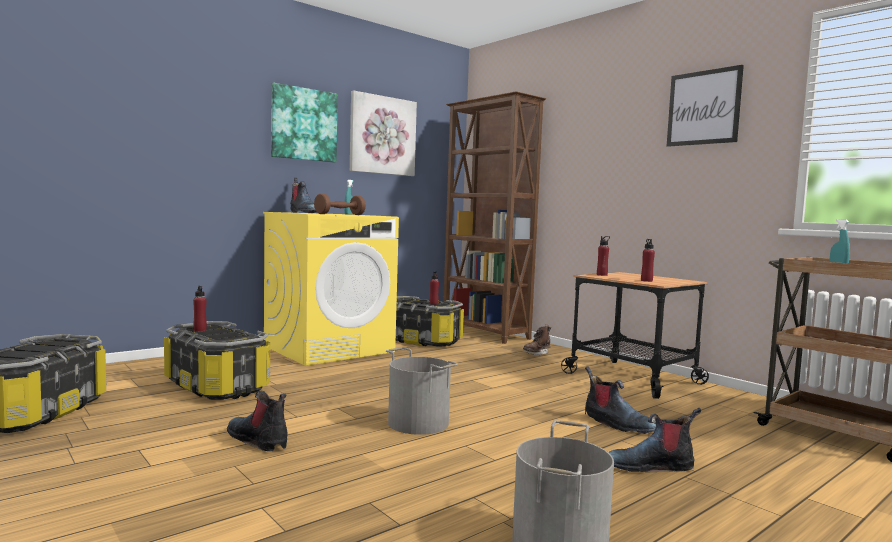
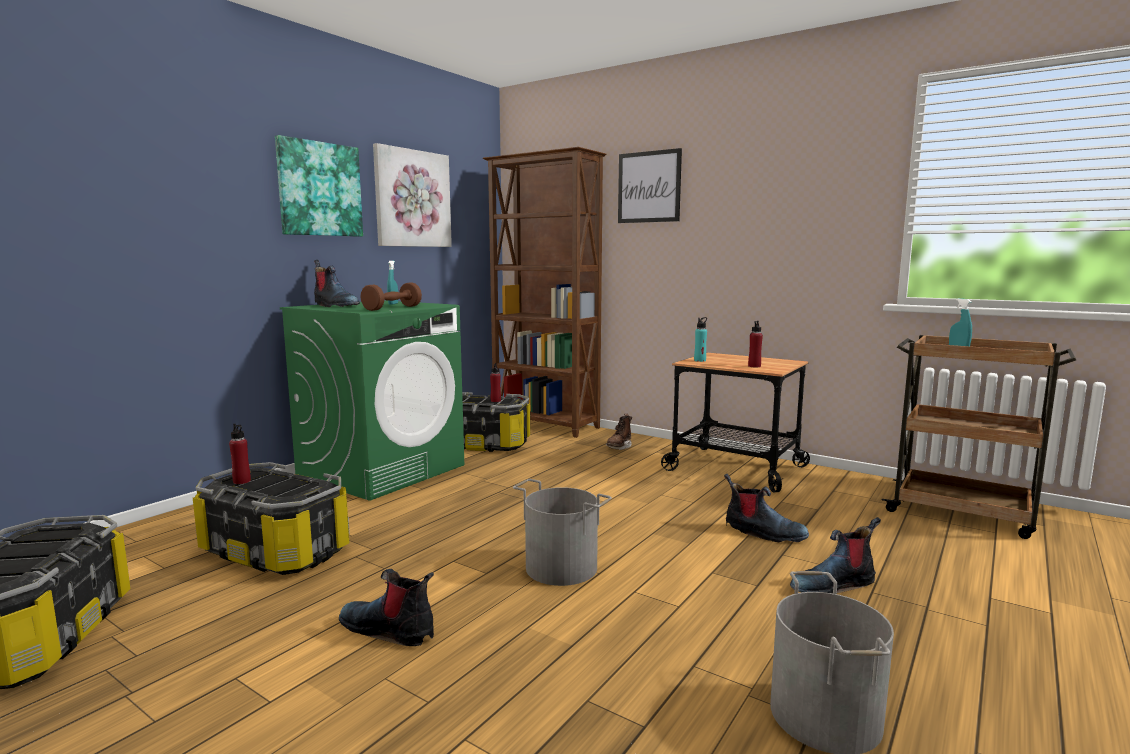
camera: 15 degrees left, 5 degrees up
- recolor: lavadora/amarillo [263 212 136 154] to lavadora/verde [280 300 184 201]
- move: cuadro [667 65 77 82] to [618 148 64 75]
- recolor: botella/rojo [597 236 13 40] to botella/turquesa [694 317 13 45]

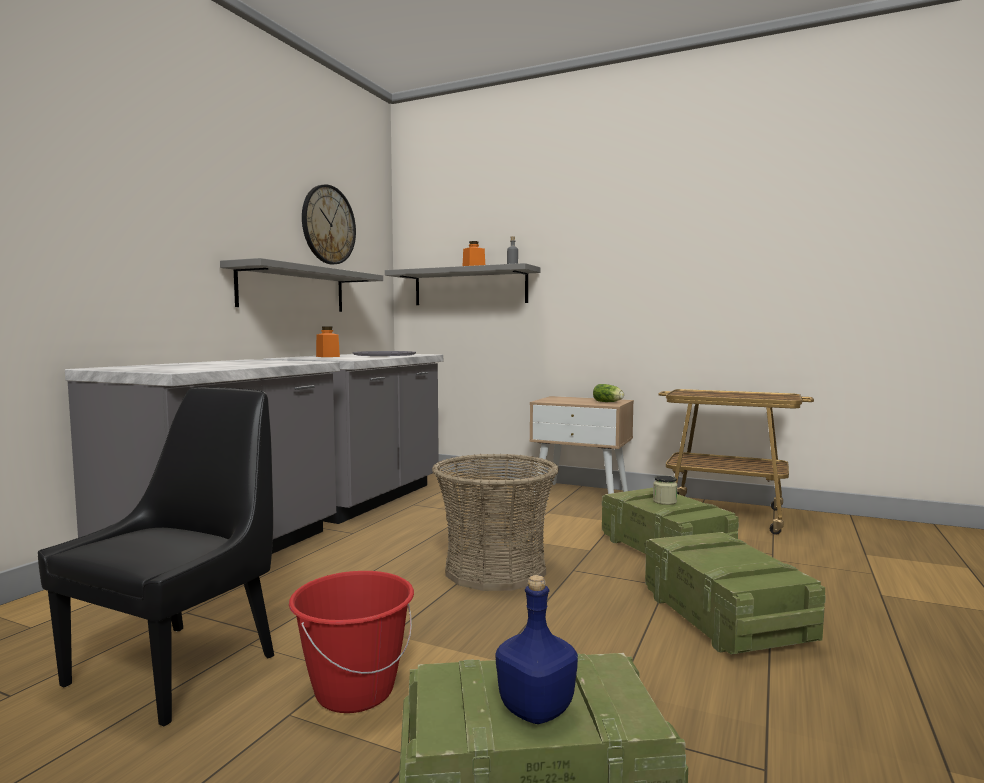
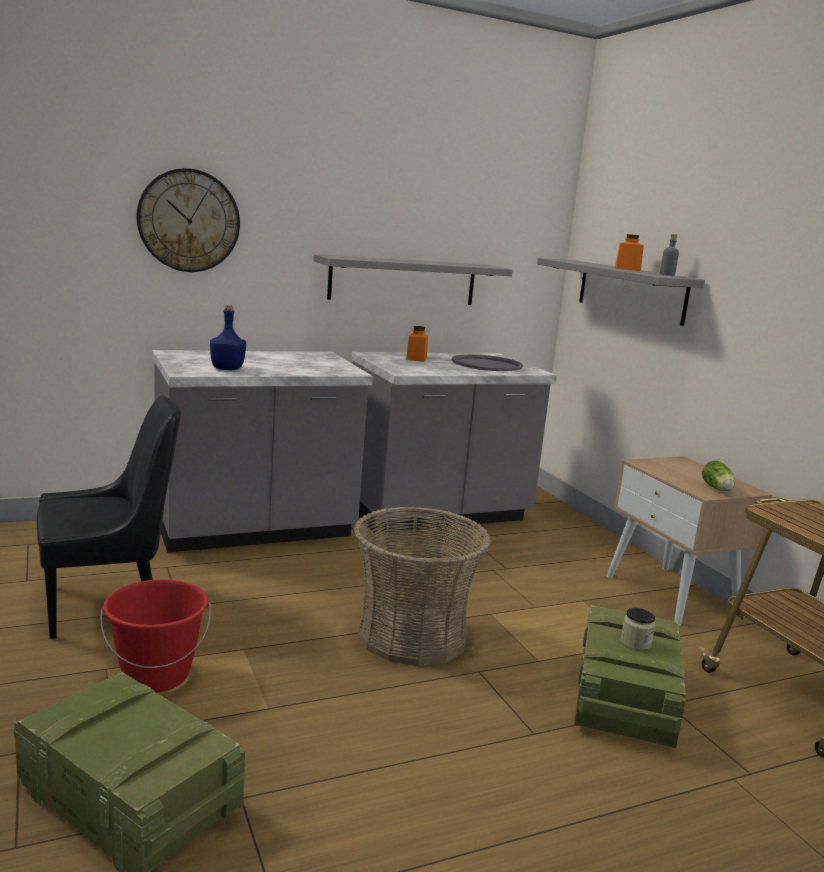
camera: 40 degrees right, 10 degrees up
- move: reloj de pared [302 184 54 80] to [137 168 103 104]
- move: botella/azul [496 575 82 149] to [210 305 36 65]
- delete: caja de embalaje [645 532 181 122]

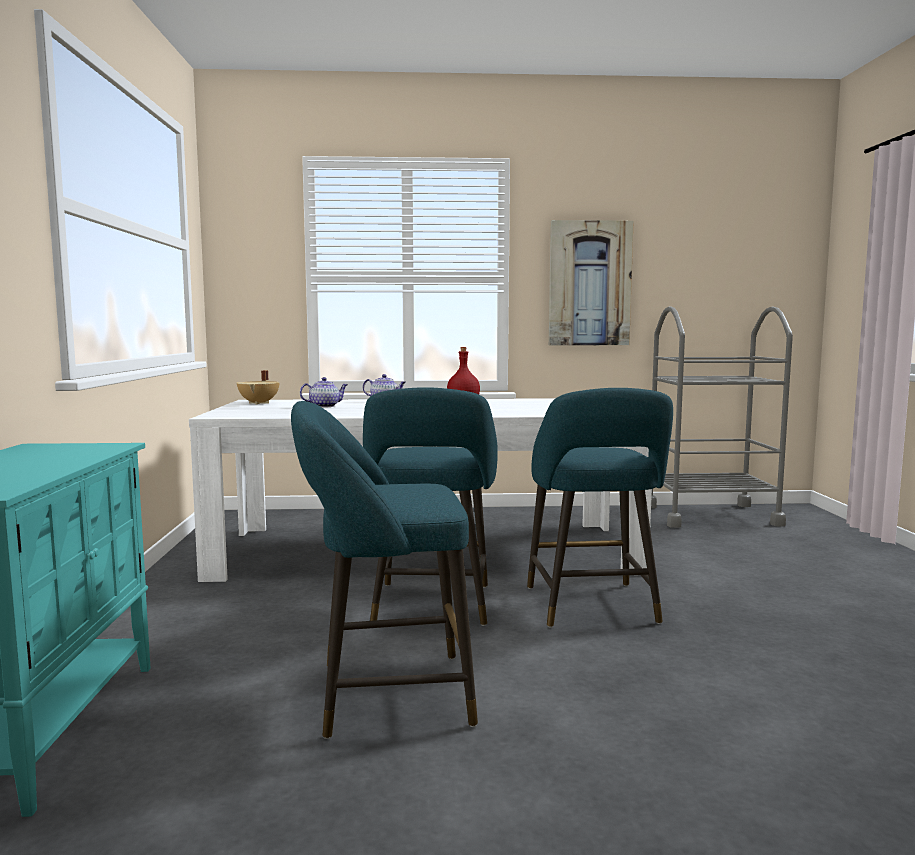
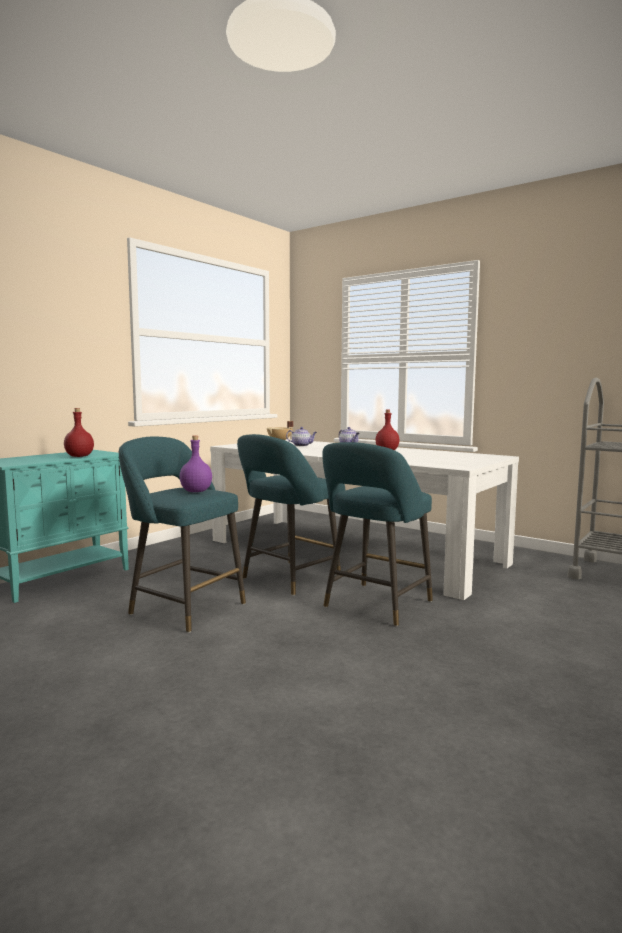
camera: 40 degrees right, 0 degrees up
- insert: botella/rojo [64 408 30 49]
- insert: botella/morado [179 435 33 57]
- delete: cuadro [549 220 85 125]

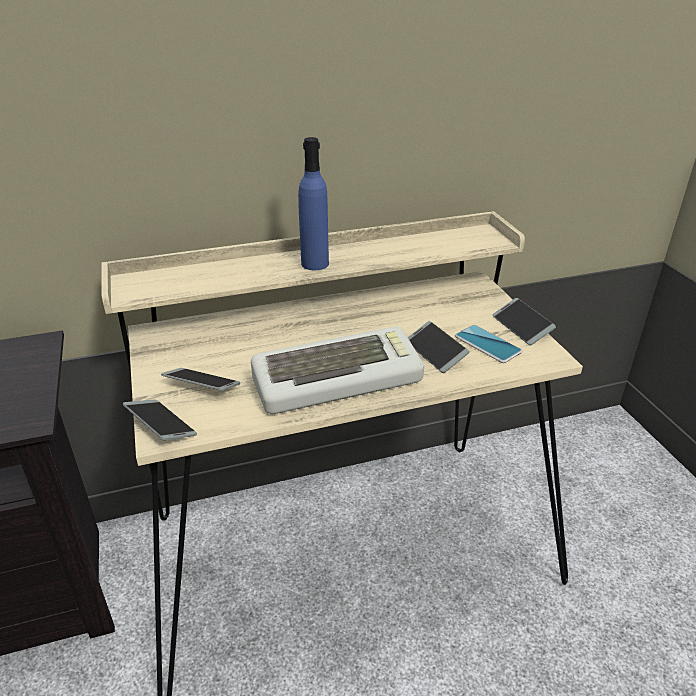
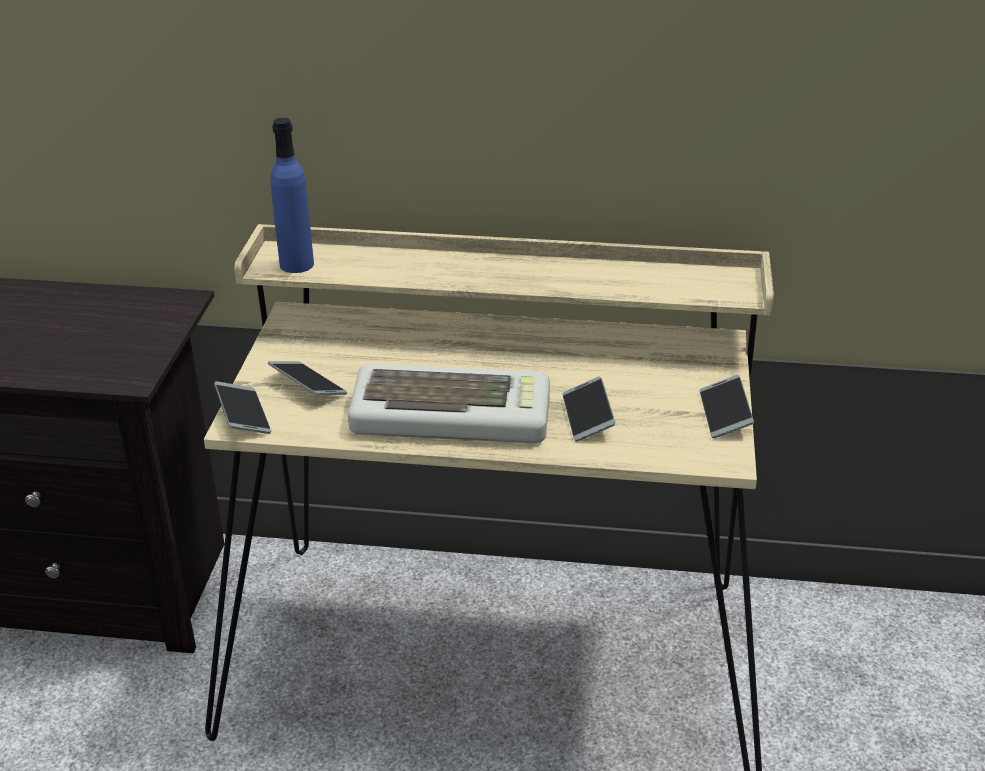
camera: 25 degrees right, 0 degrees up
- move: botella/azul [298 137 31 133] to [270 118 44 155]
- delete: móvil [455 325 67 38]

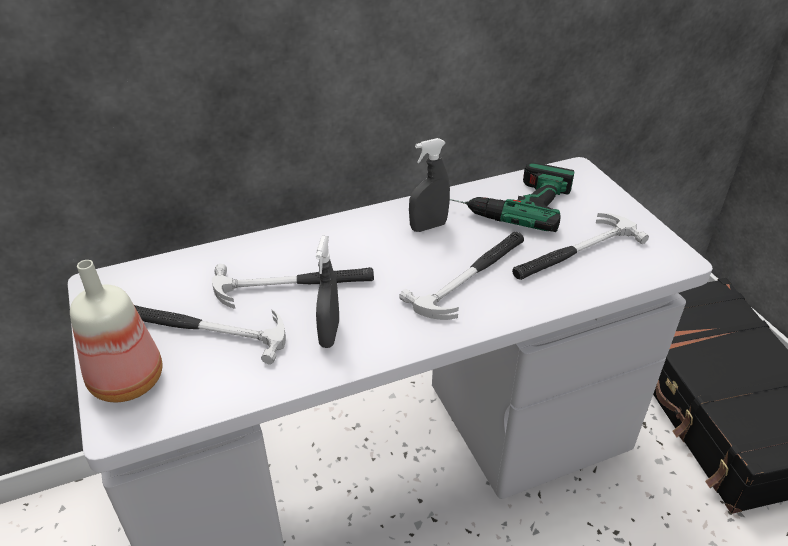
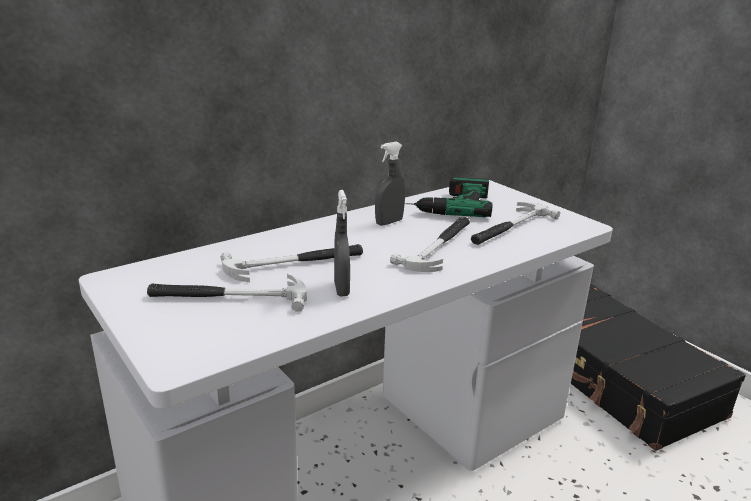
camera: 15 degrees left, 15 degrees down
- delete: botella [70 260 92 142]

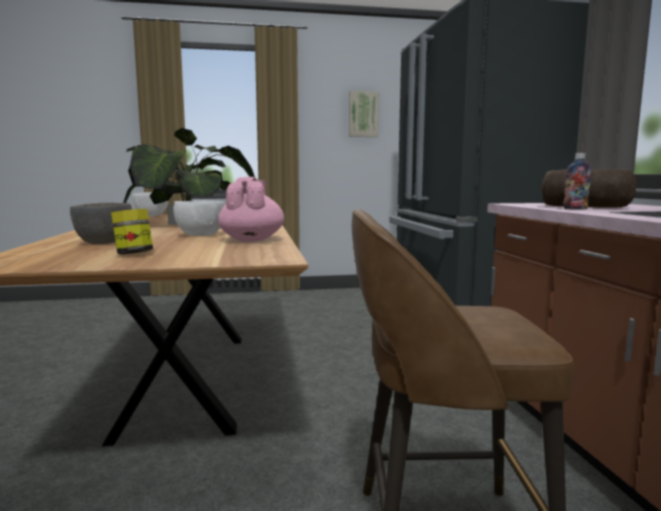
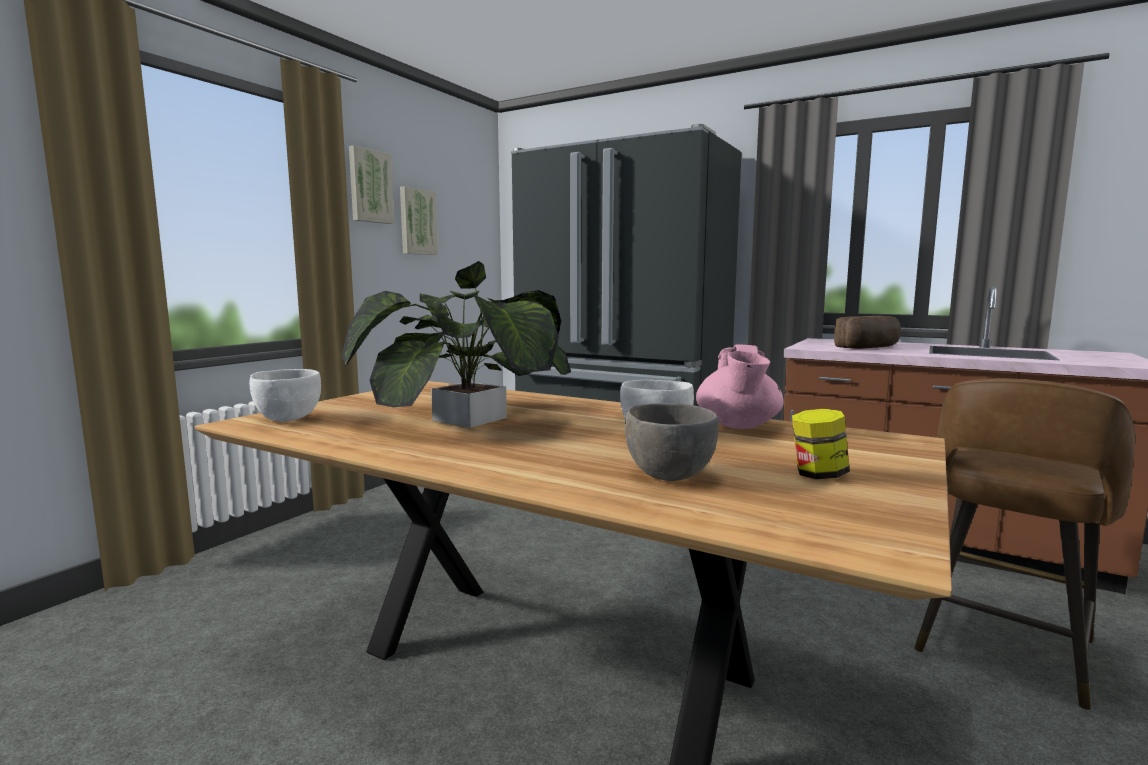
camera: 50 degrees left, 0 degrees up
- insert: cuadro [349 146 45 78]
- rotate: tetera/rosa [218 177 66 65] = [696 344 87 85] 120 degrees counterclockwise
- delete: botella [564 153 27 57]

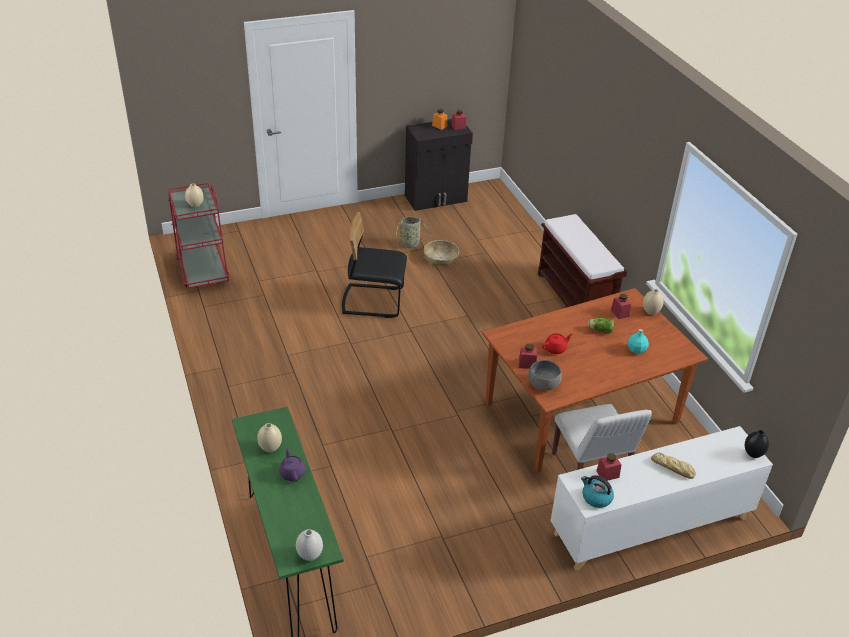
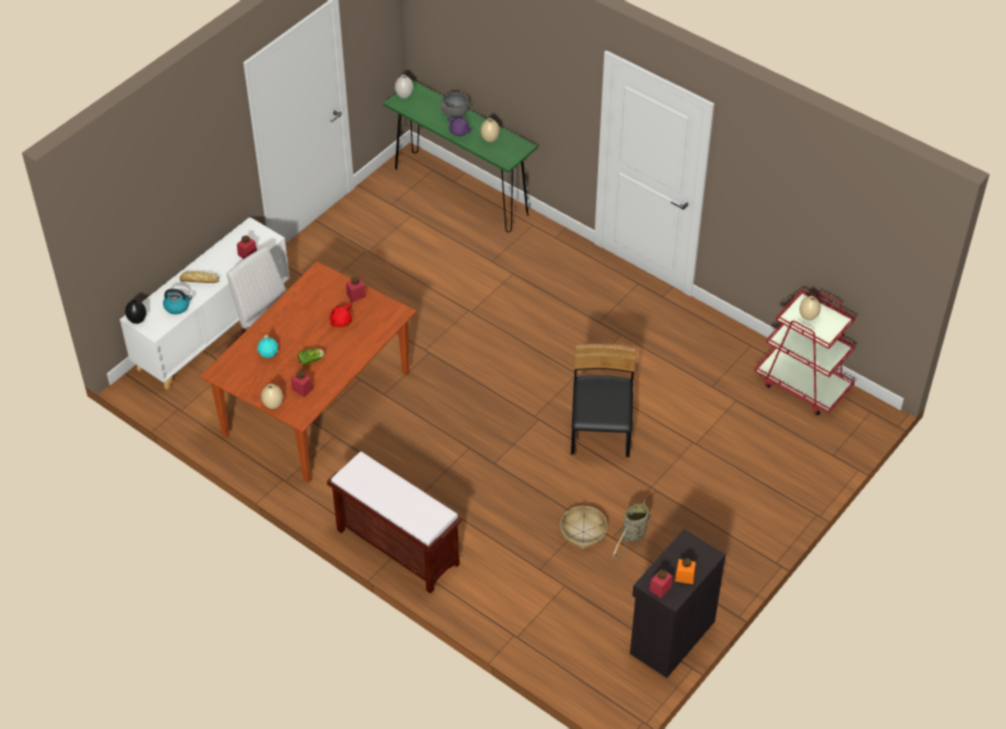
camera: 150 degrees right, 10 degrees up
- move: hervidor [581 475 33 33] to [163 289 29 25]
- move: cuenco/gris [528 360 34 31] to [441 92 28 26]
- rotate: silla/negro [342 212 65 106] = [571 344 65 113] 60 degrees counterclockwise

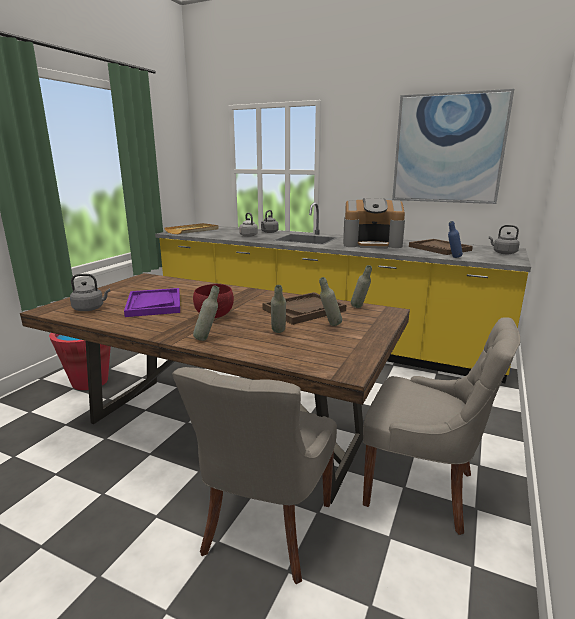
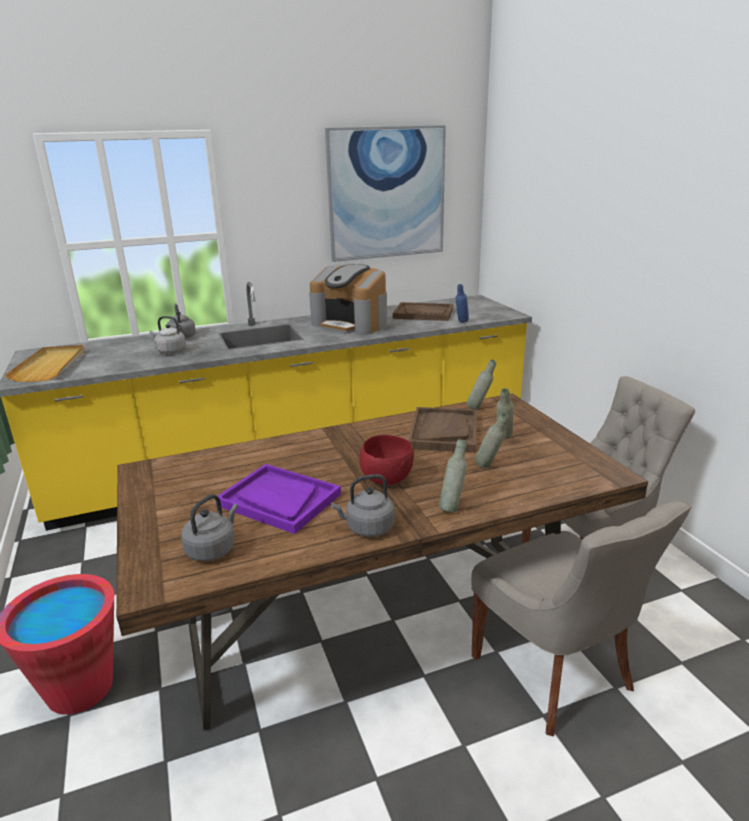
camera: 45 degrees left, 5 degrees up
- rotate: cafetera [343 198 62 50] = [309 264 78 71] 75 degrees clockwise
- move: hervidor/gris [489 225 31 29] to [331 474 63 63]

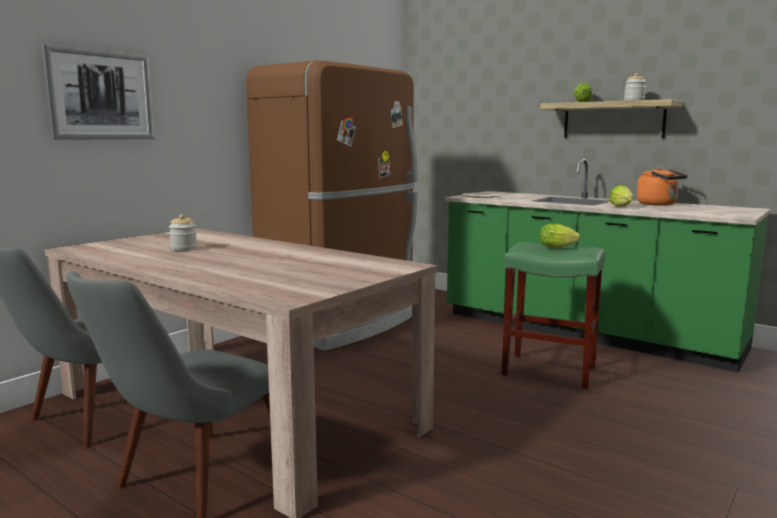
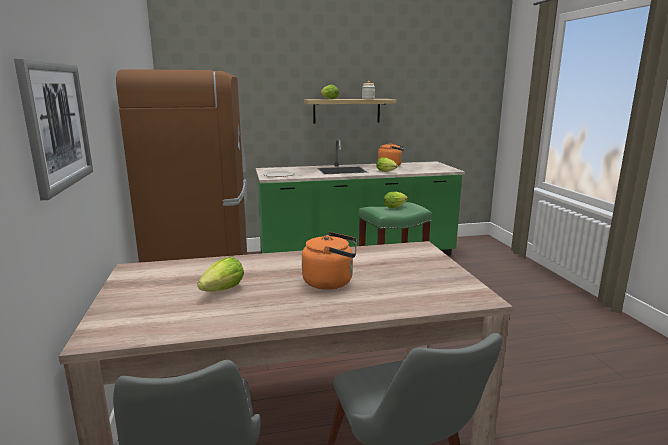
camera: 50 degrees left, 5 degrees up
- replace: tarro [169 214 28 37] to lechuga [197 257 47 35]
- insert: hervidor/naranja [302 232 55 58]

